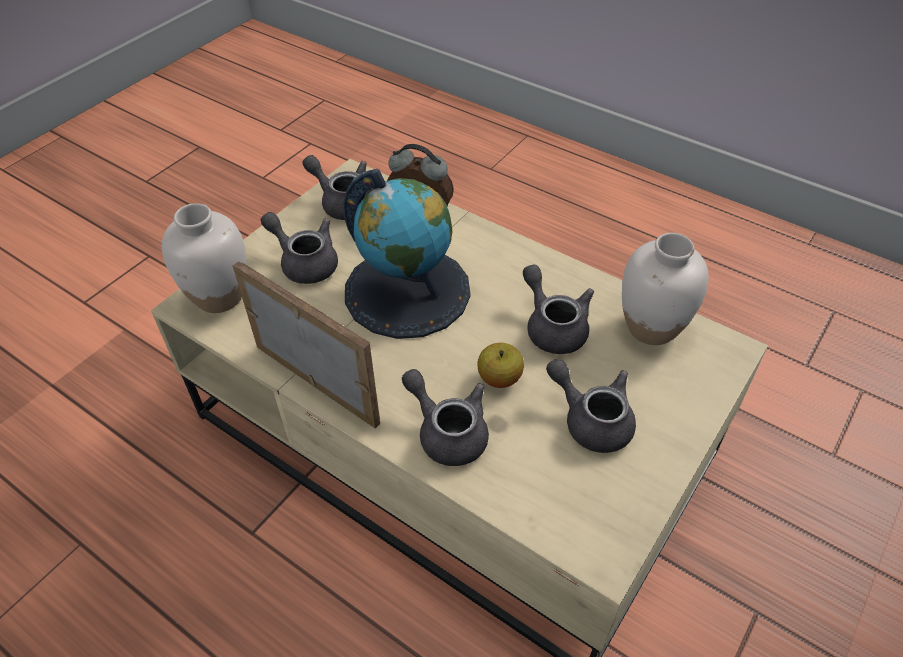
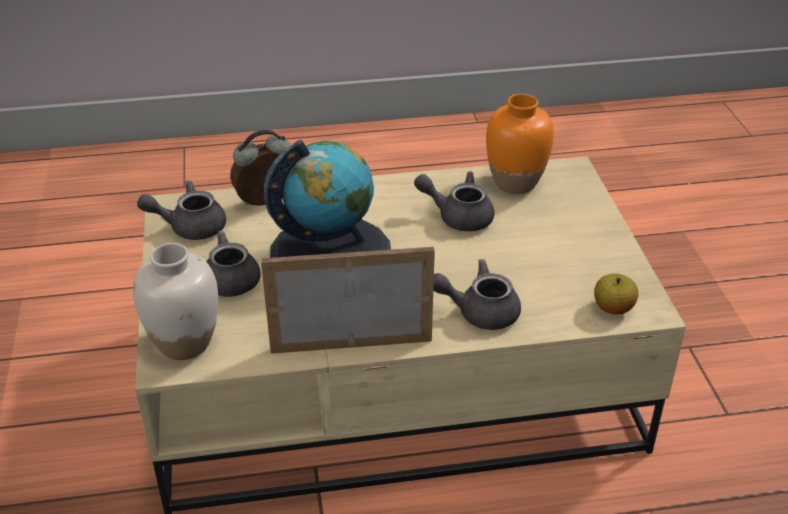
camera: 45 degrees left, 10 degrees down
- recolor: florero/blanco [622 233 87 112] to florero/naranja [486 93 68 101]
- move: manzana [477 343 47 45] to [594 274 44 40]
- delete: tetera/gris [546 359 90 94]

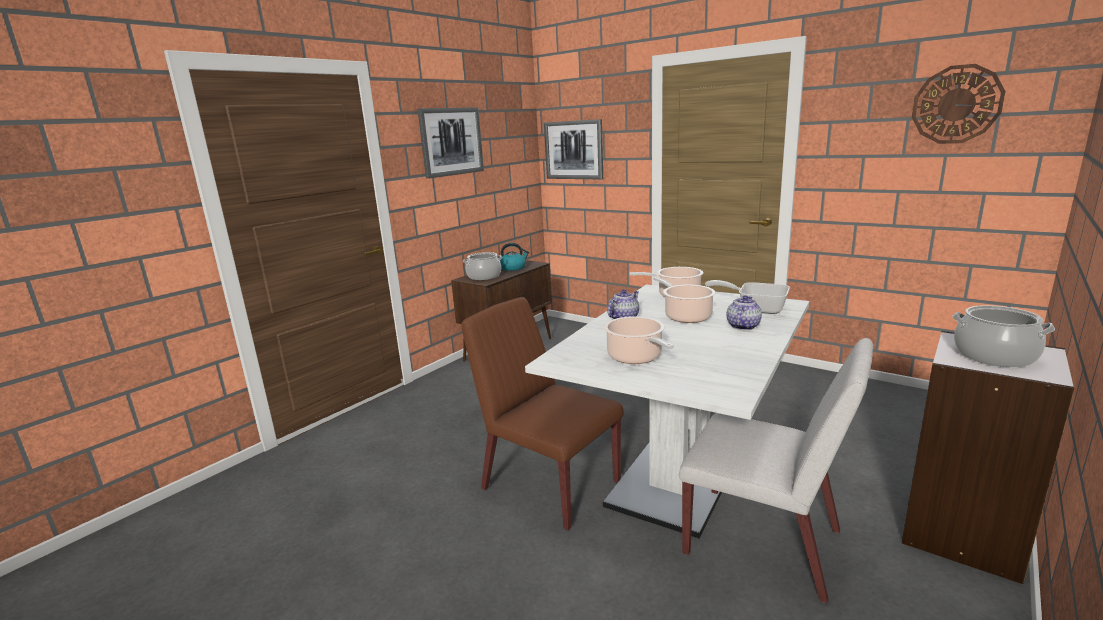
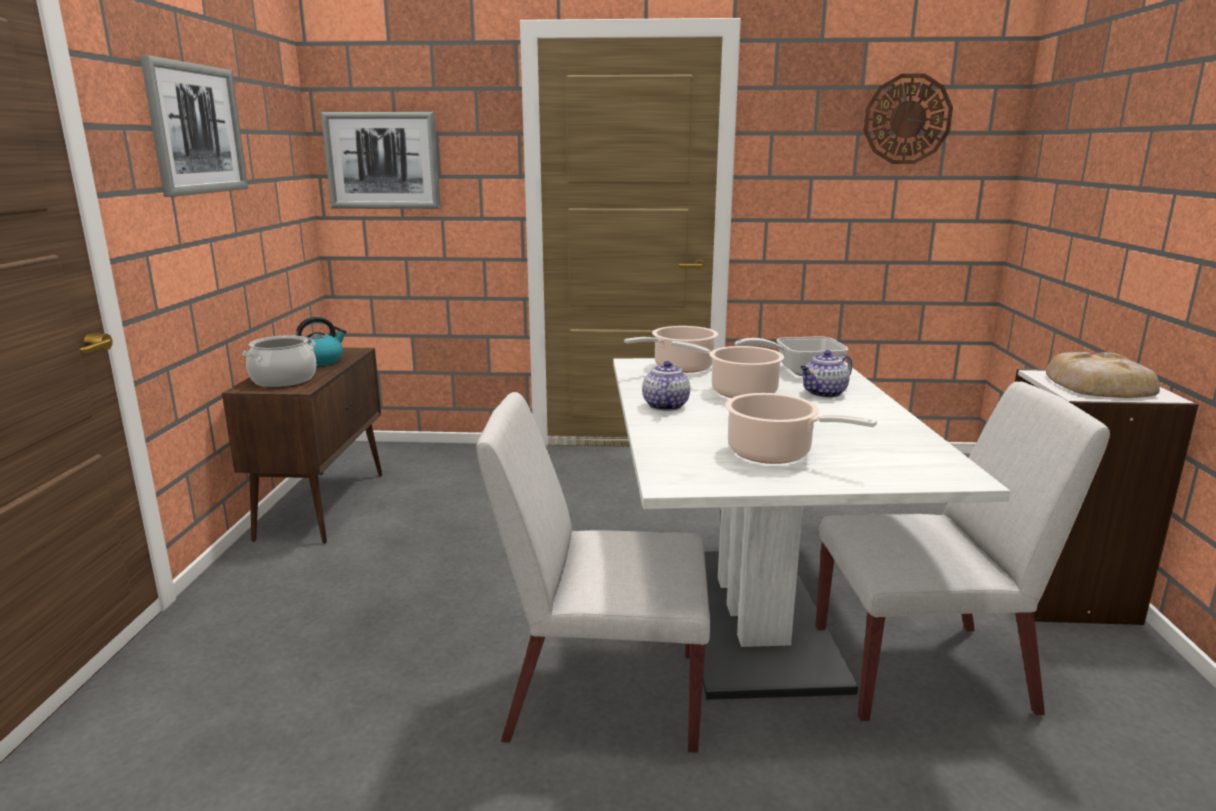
camera: 35 degrees left, 0 degrees up
- recolor: silla/marrón [461 297 163 233] to silla/blanco [476 392 234 361]
- rotate: tetera [727 295 35 35] = [800 350 52 48] 120 degrees counterclockwise
- replace: olla [952 305 103 62] to pan [1046 352 114 46]

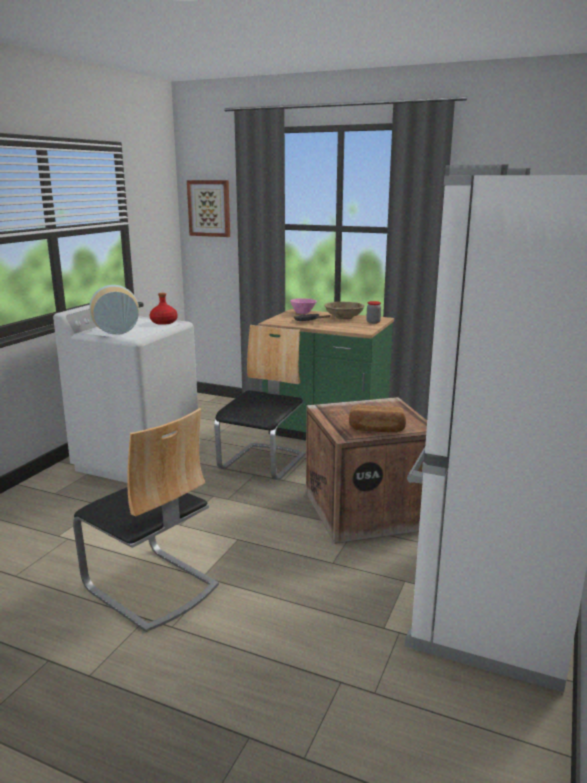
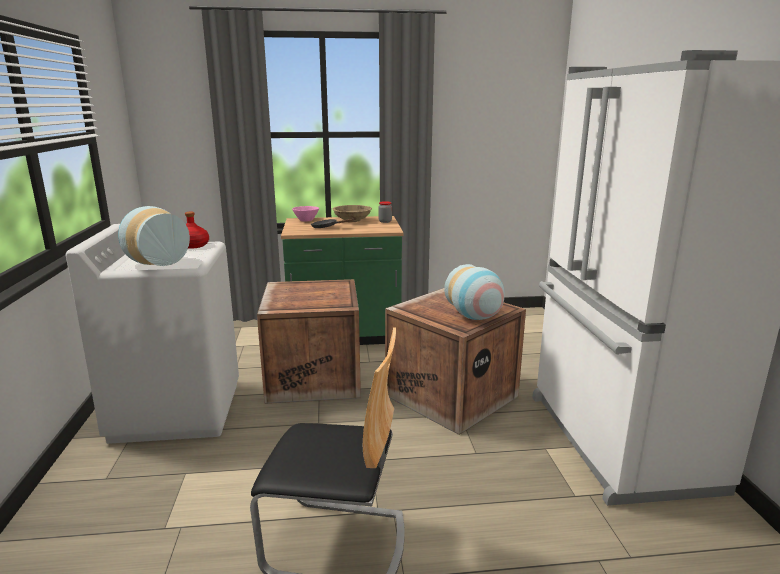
camera: 30 degrees left, 0 degrees up
- replace: silla [214 325 91 155] to caja de embalaje [257 279 104 125]
- replace: pan [349 405 57 27] to florero [444 264 60 56]
- delete: cuadro [187 180 43 57]

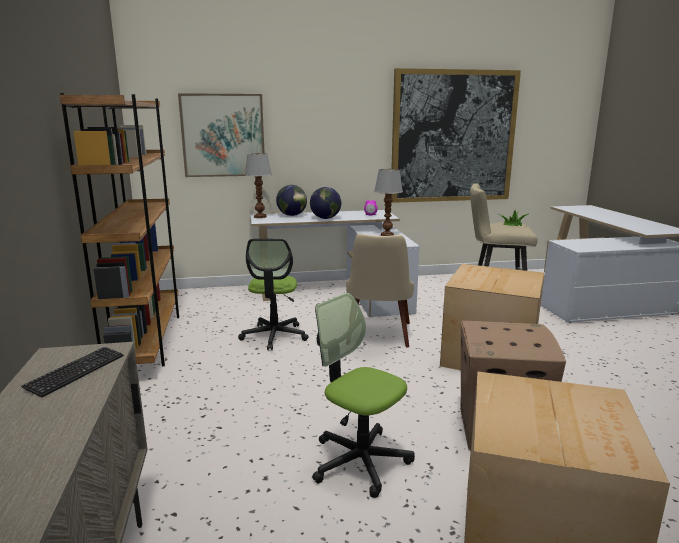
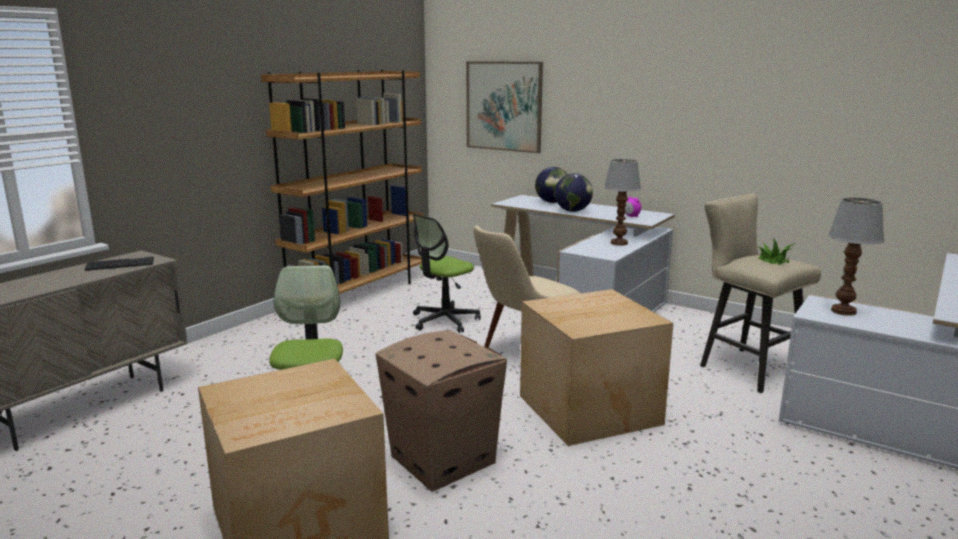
camera: 45 degrees right, 0 degrees up
- move: lámpara de mesa [245 153 27 65] to [828 198 56 118]
- delete: cuadro [391 68 130 135]

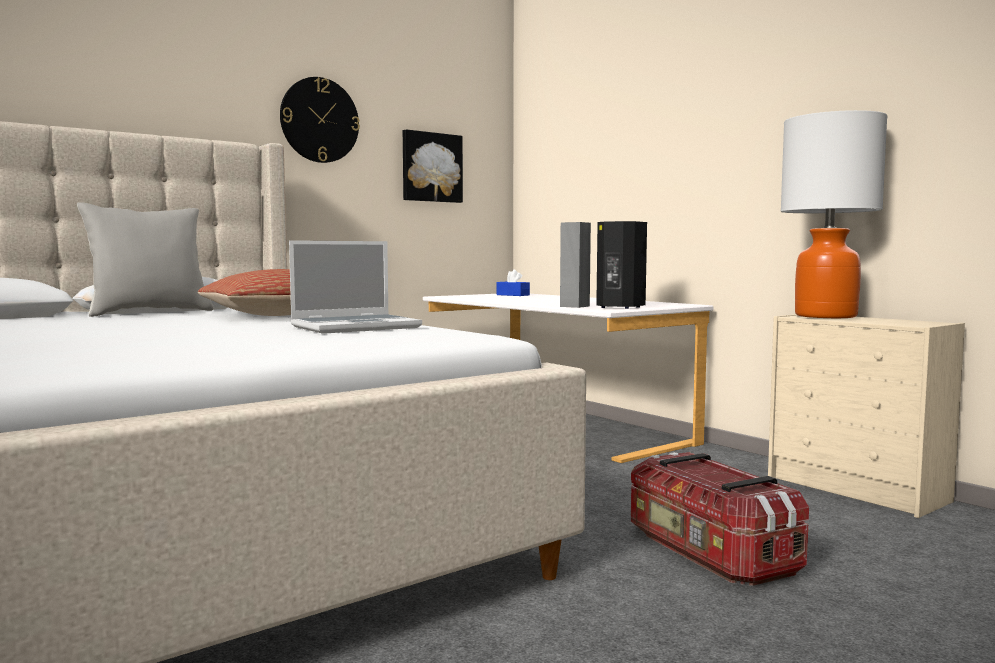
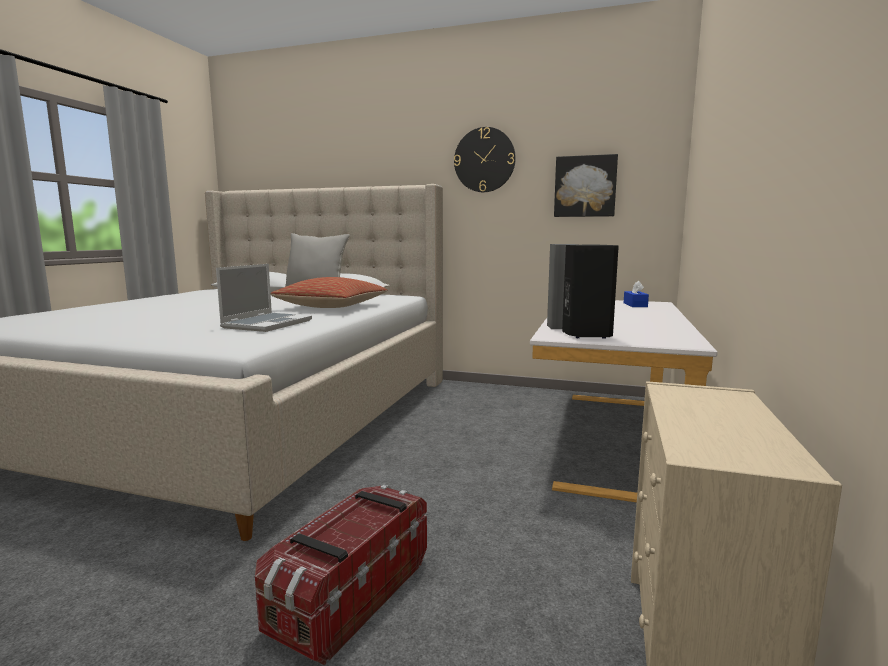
camera: 55 degrees right, 5 degrees up
- rotate: portátil [289 240 133 94] = [216 264 96 68] 90 degrees counterclockwise
- delete: lámpara de mesa [781 110 107 208]

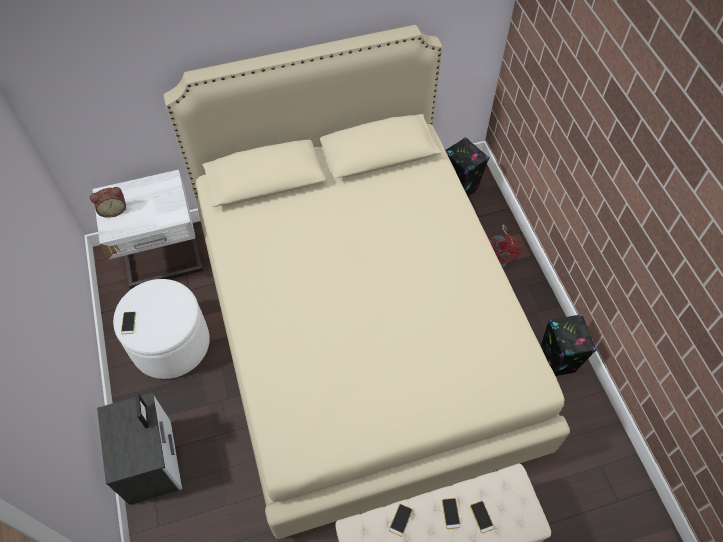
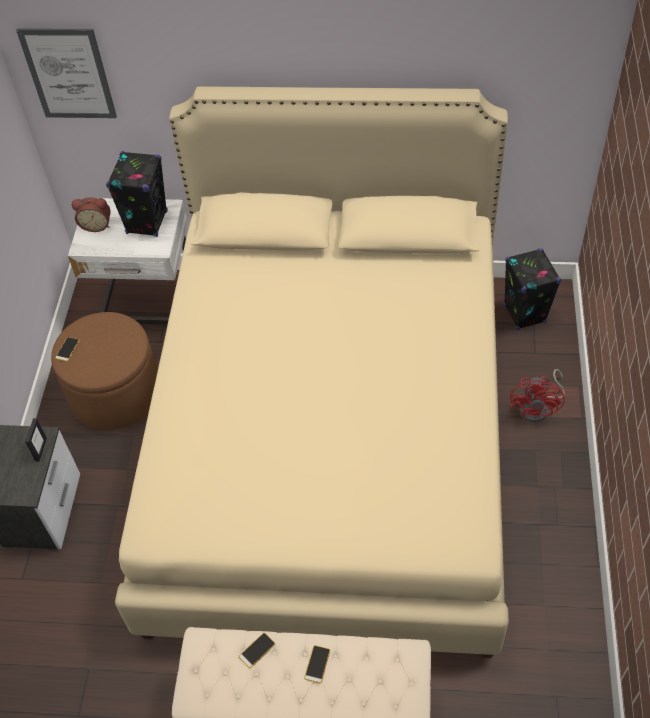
camera: 25 degrees right, 5 degrees down
- insert: cuadro [16 29 101 89]
- recolor: puf/blanco [113 279 97 100] to puf/marrón [51 312 107 118]
- move: altavoz/negro [541 314 56 62] to [106 151 61 86]
- delete: móvil [470 501 24 32]

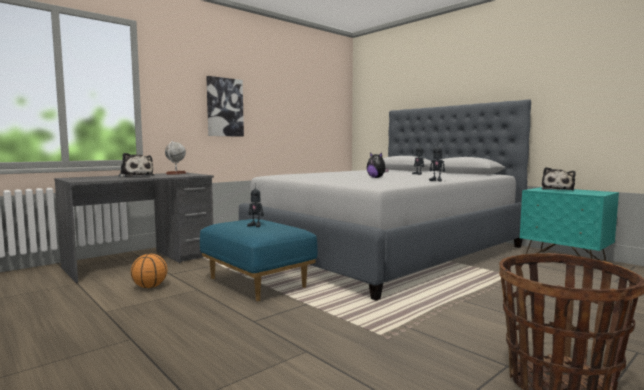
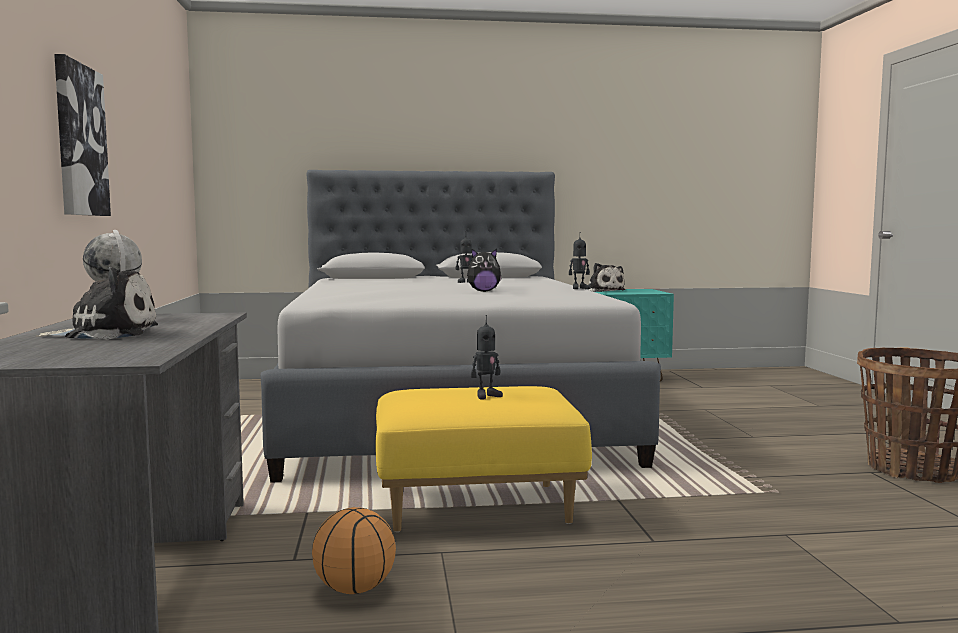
camera: 55 degrees left, 0 degrees up
- recolor: puf/azul [200 219 118 83] to puf/amarillo [375 386 217 146]

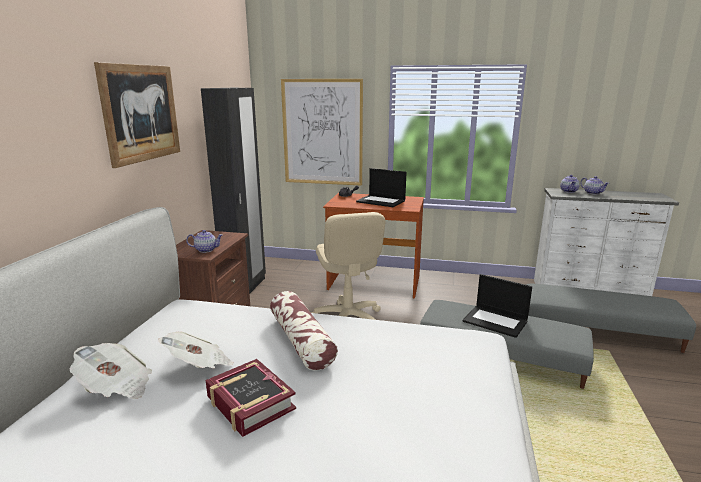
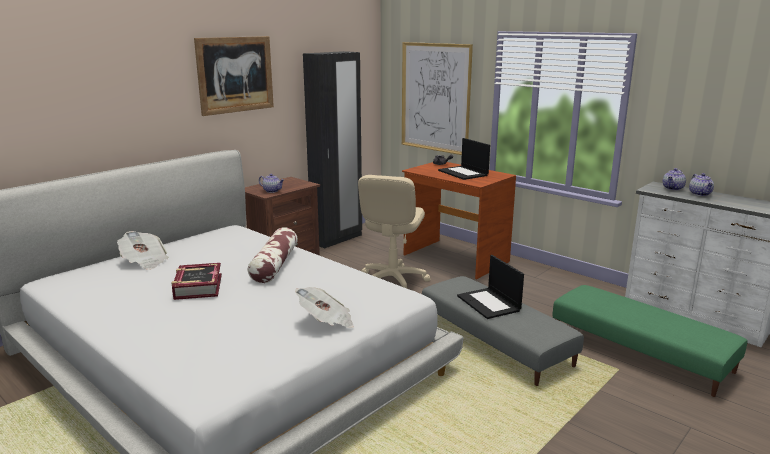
camera: 30 degrees right, 0 degrees up
- move: periódico [158 332 76 36] to [295 287 59 41]
- recolor: puf/gris [527 284 169 69] to puf/verde [553 285 195 112]

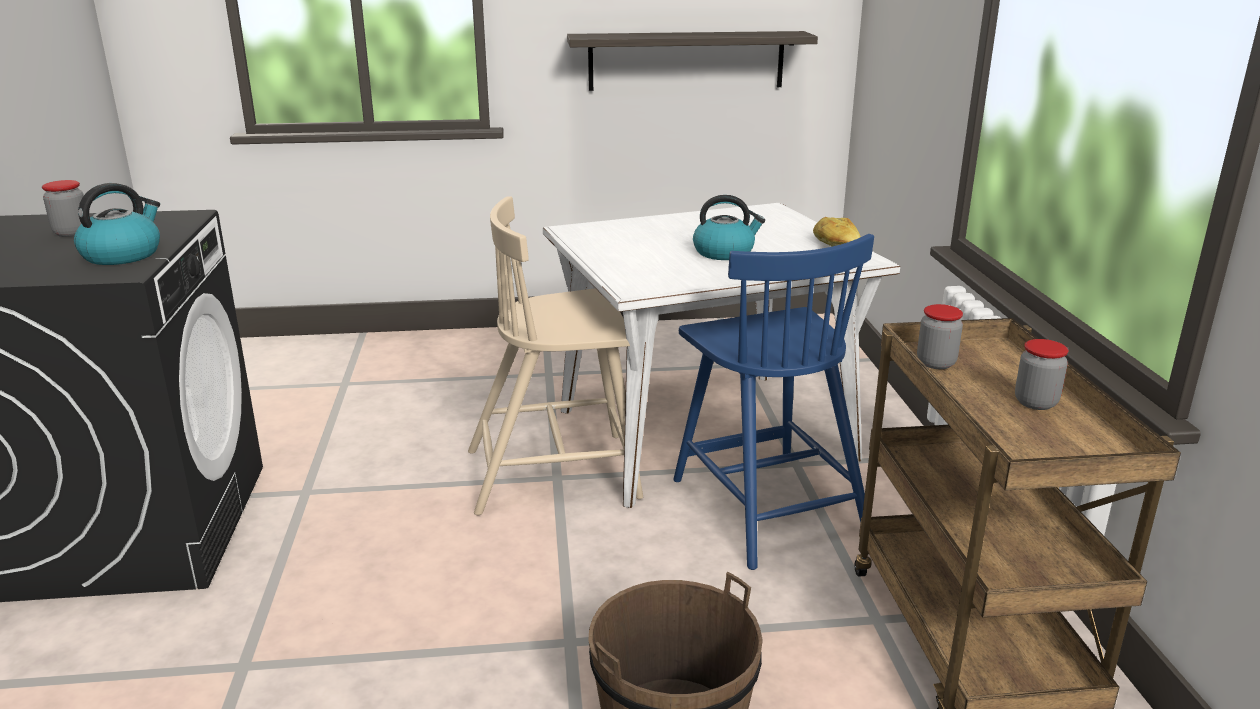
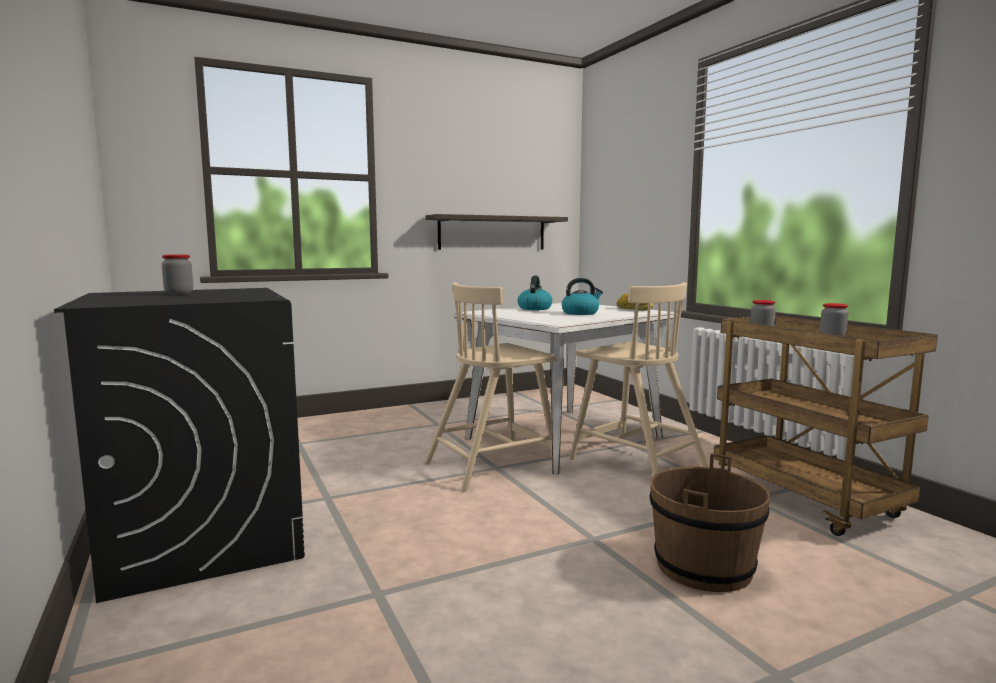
camera: 20 degrees left, 15 degrees down
- move: hervidor [74 183 86 82] to [518 276 34 34]
- recolor: silla/azul [673 234 201 336] to silla/beis [569 282 140 193]

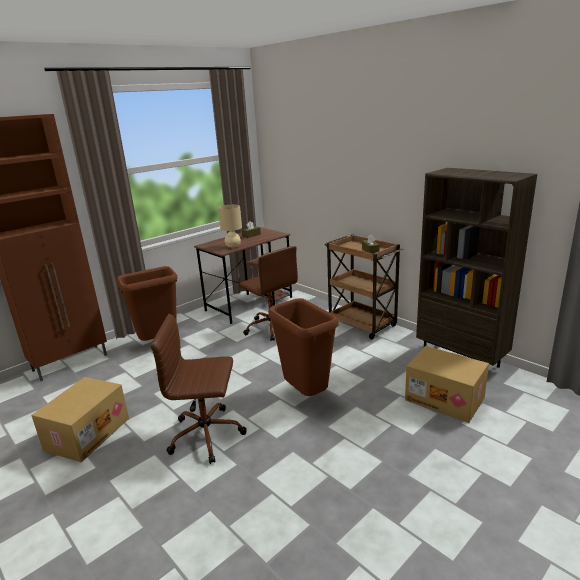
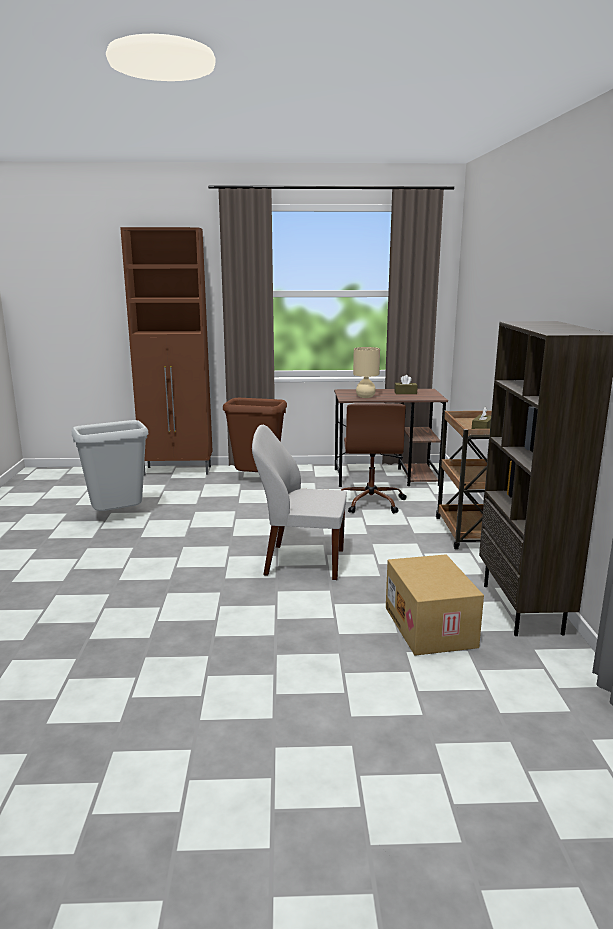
camera: 40 degrees right, 5 degrees down
- replace: caja de cartón [31 377 98 85] to papelera/gris [72 420 76 91]
- replace: papelera/marrón [268 298 71 98] to silla/blanco [252 425 95 155]
- delete: silla de oficina/marrón [151 314 96 150]

